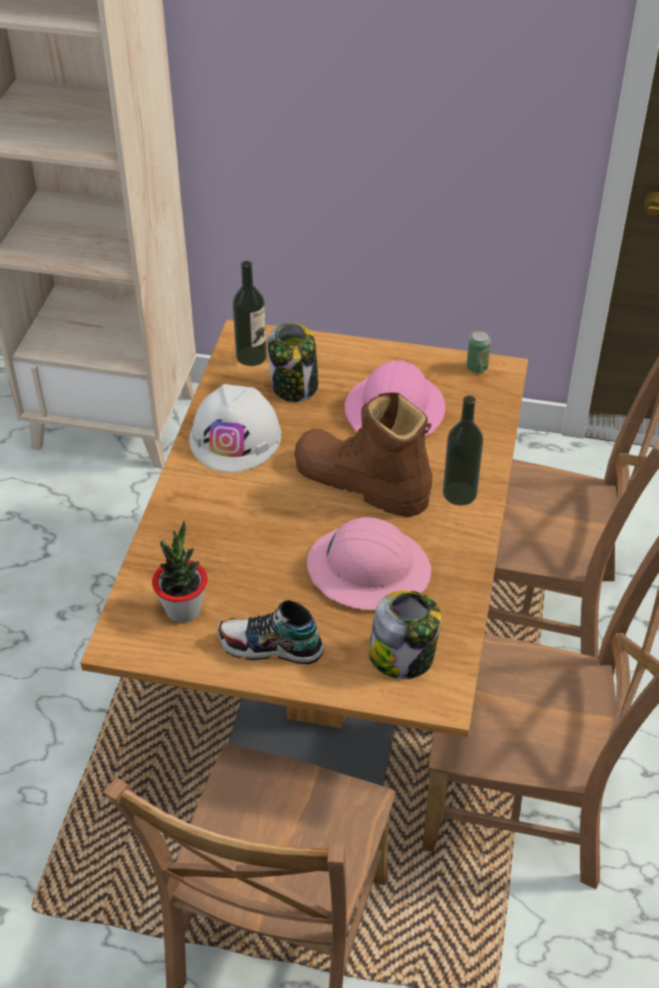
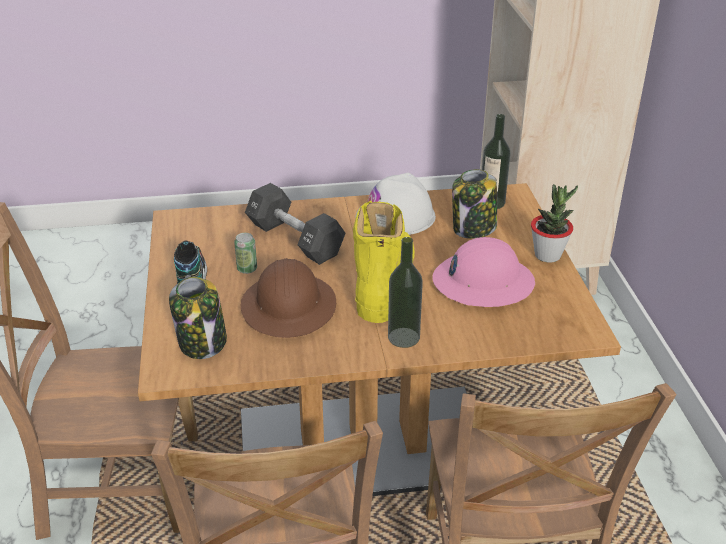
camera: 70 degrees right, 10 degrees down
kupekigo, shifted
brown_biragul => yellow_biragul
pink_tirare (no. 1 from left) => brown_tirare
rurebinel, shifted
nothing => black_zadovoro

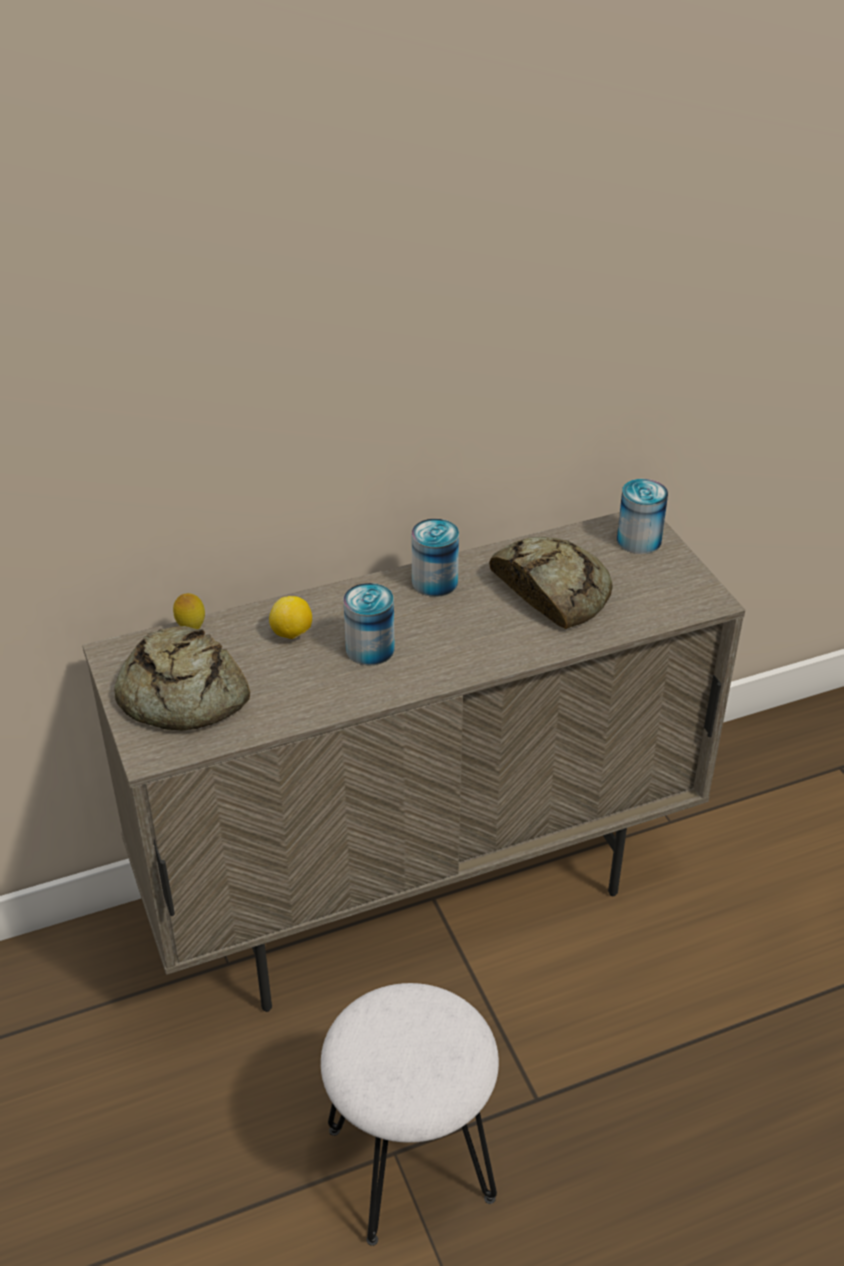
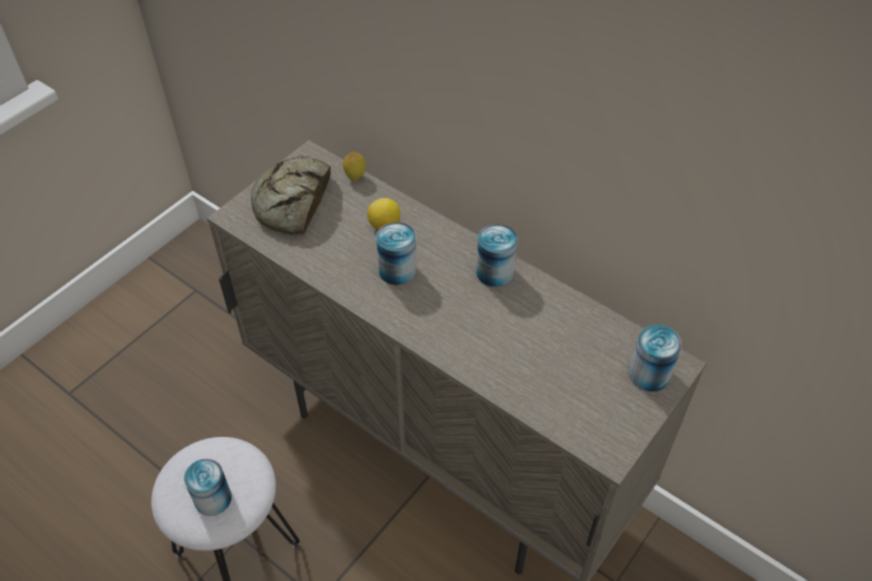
camera: 60 degrees right, 10 degrees up
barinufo (no. 2 from left) => nothing
nothing => rurebinel (no. 1 from left)

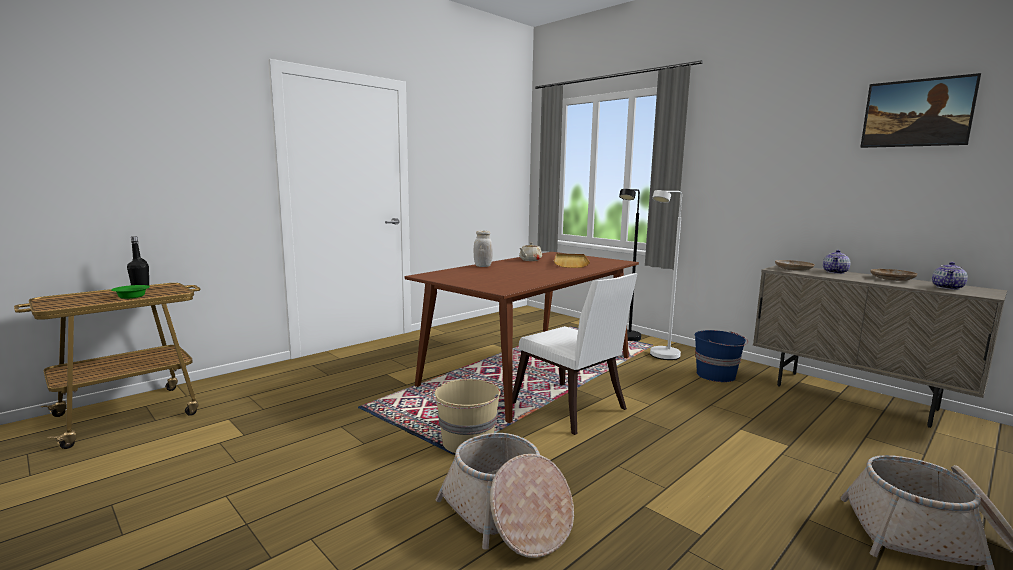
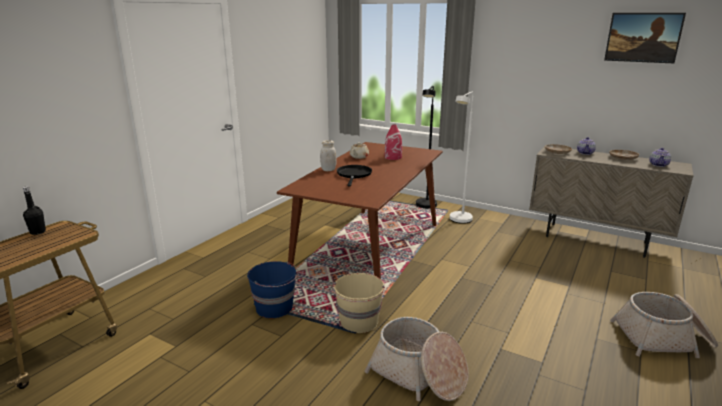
camera: 15 degrees left, 10 degrees up
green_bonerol => nothing
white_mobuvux => nothing
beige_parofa => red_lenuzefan
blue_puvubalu, shifted
nothing => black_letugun

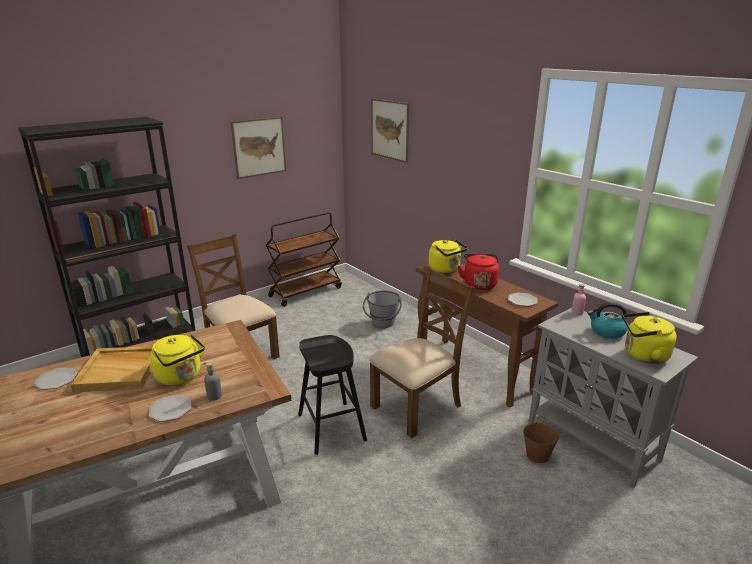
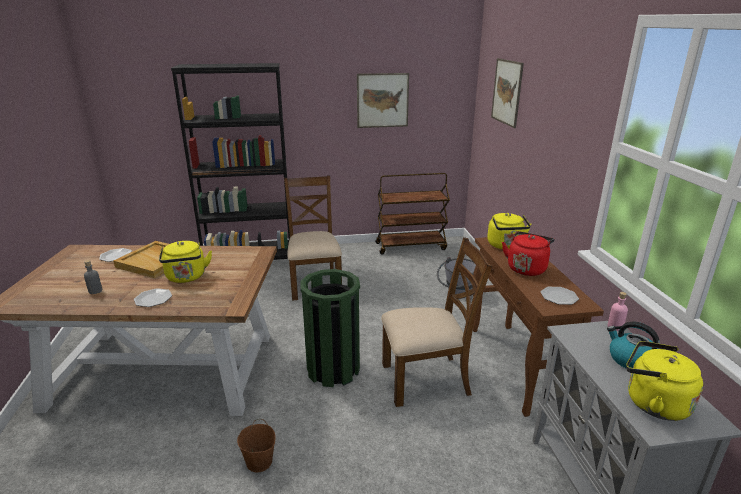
camera: 30 degrees right, 0 degrees up
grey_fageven, shifted
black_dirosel => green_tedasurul
brown_puvubalu, shifted

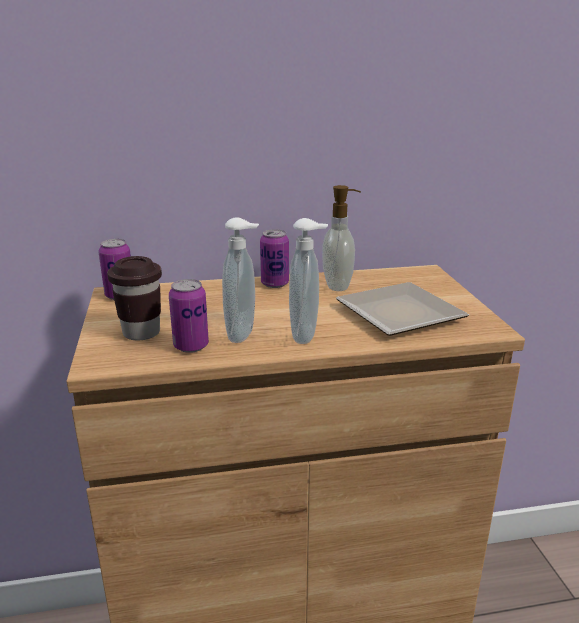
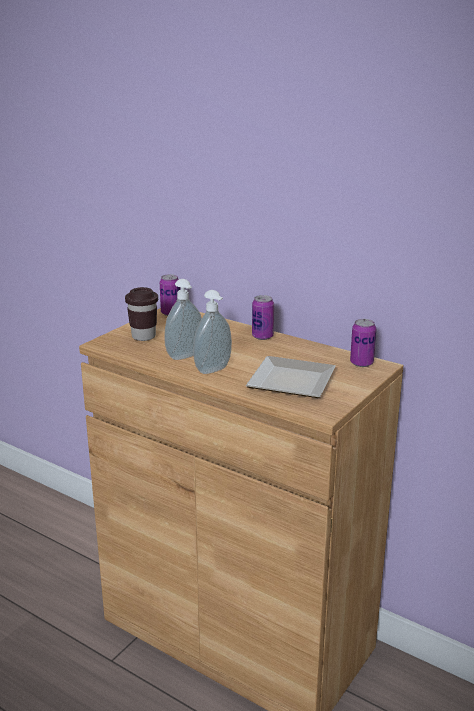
camera: 45 degrees right, 0 degrees up
rurebinel (no. 2 from left in the first image) => rurebinel (no. 3 from left), shifted
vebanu (no. 3 from left) => nothing

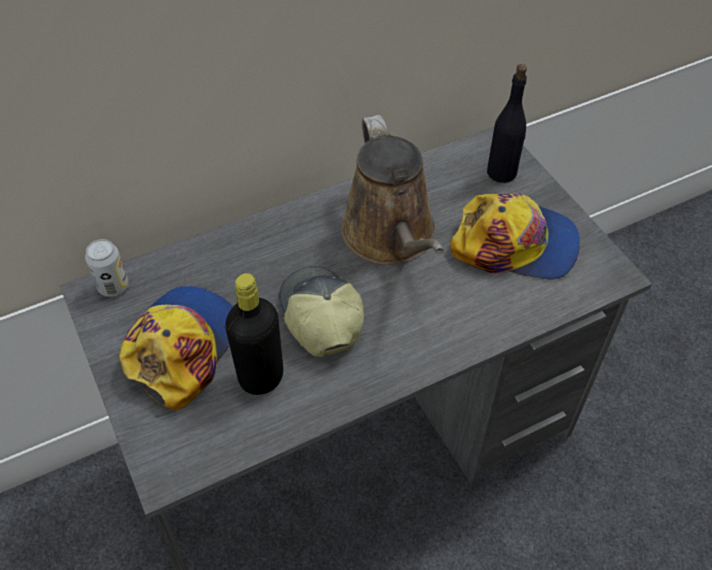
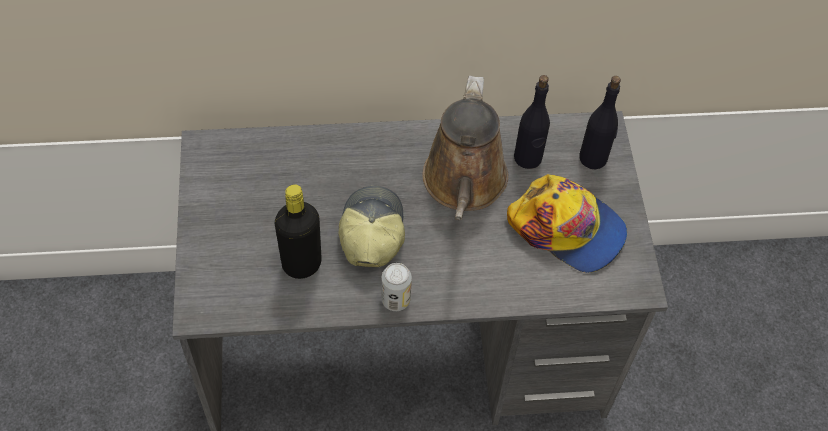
camera: 20 degrees right, 5 degrees up
rurebinel, shifted
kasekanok (no. 1 from left) => nothing
nothing => black_fageven (no. 2 from left)

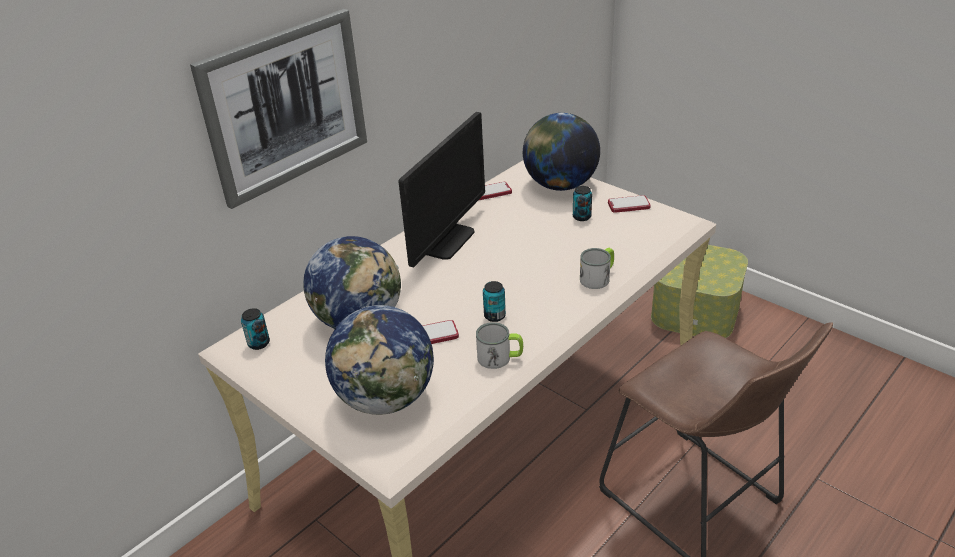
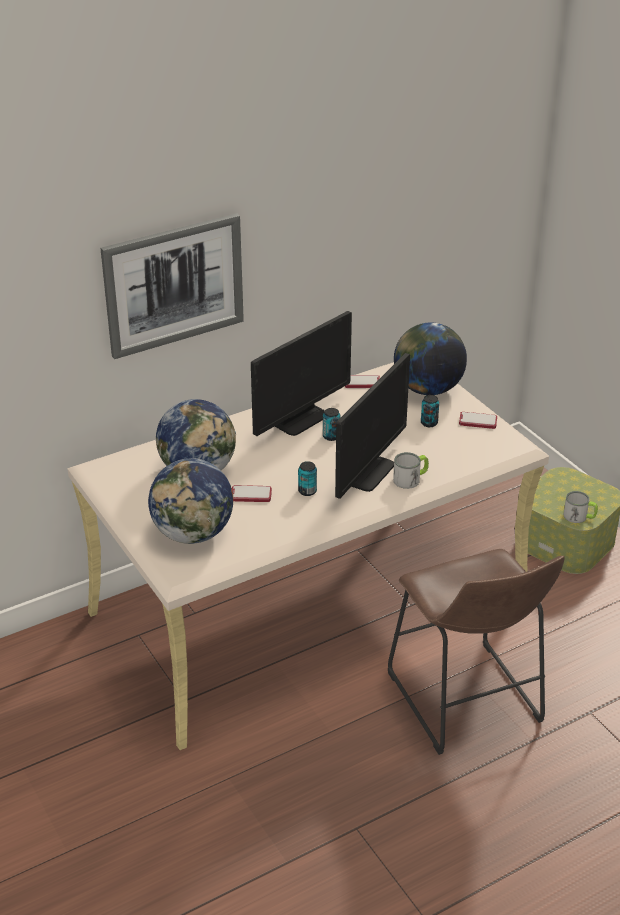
camera: 15 degrees right, 0 degrees up
rurebinel (no. 1 from left in the first image) => rurebinel (no. 2 from left), shifted
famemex (no. 1 from left in the first image) => famemex (no. 2 from left), shifted
nothing => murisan (no. 2 from left)

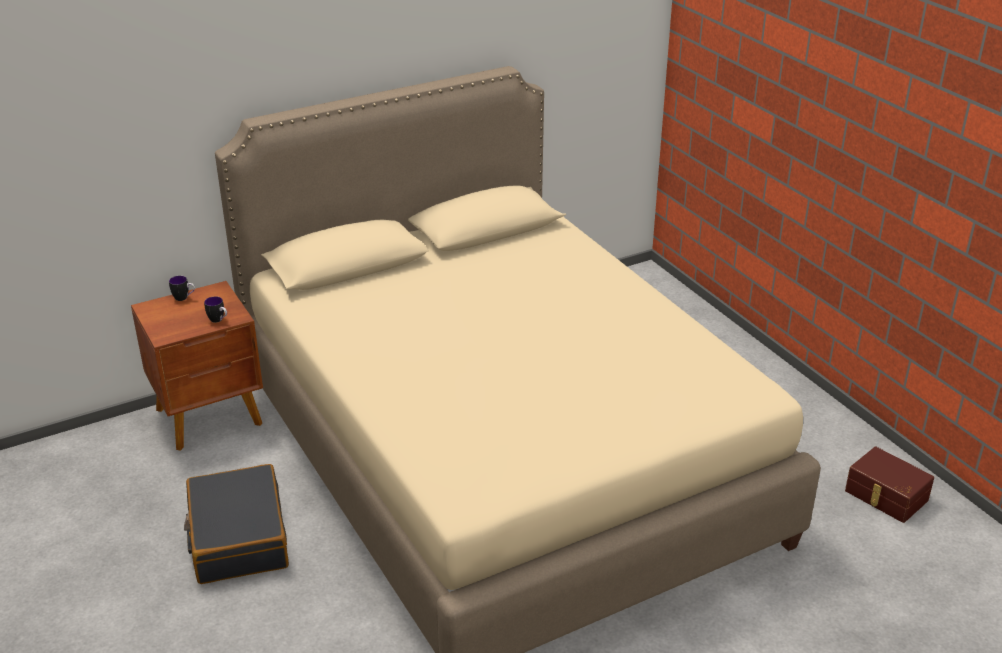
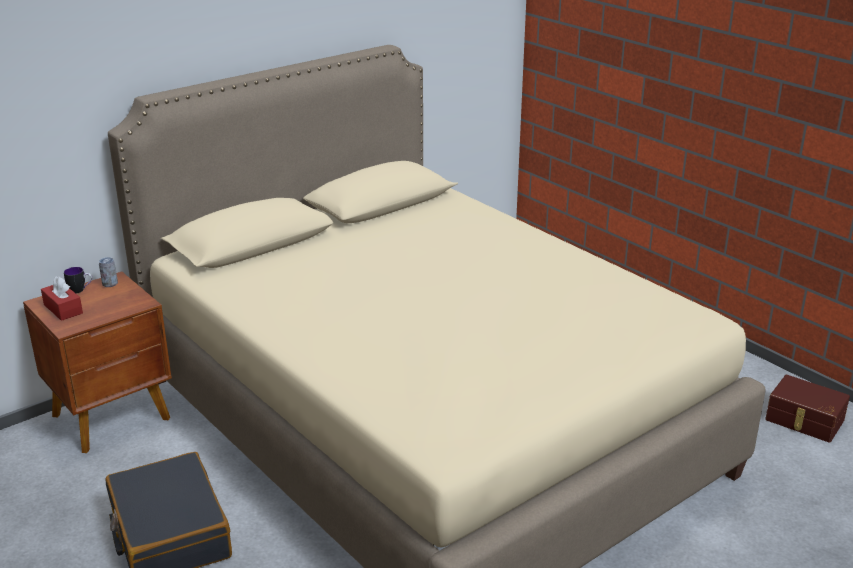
camera: 10 degrees left, 5 degrees down
famemex (no. 2 from left) => nothing
nothing => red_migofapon
nothing => rurebinel

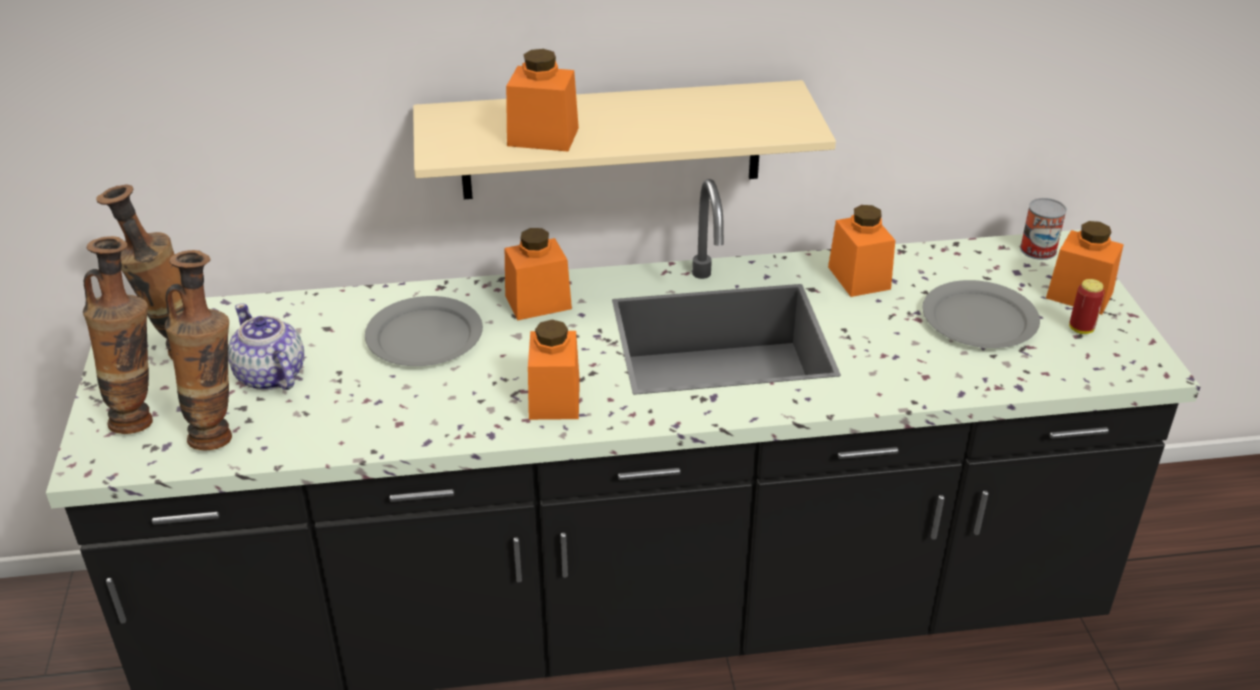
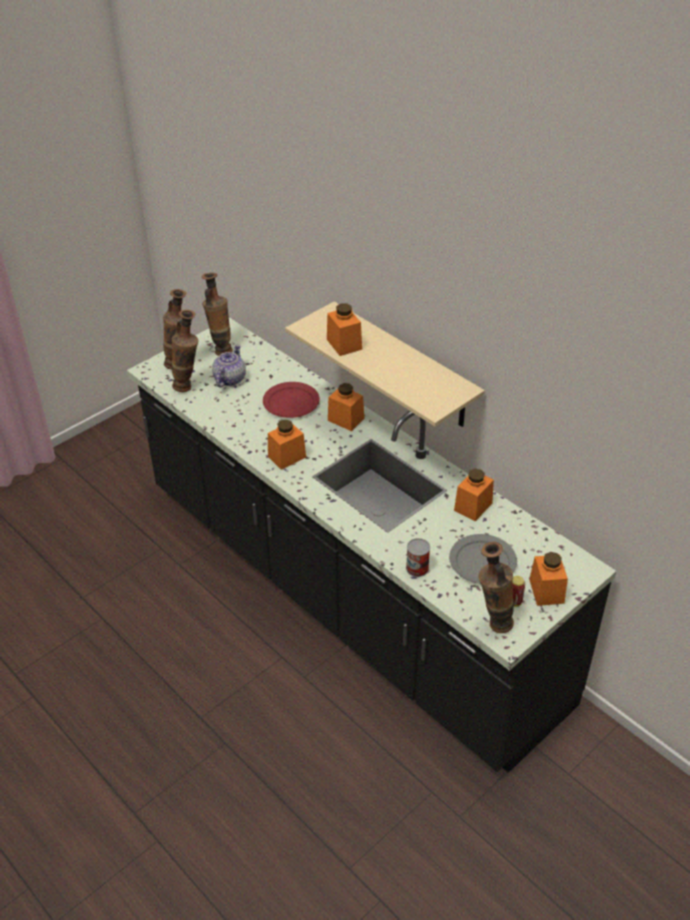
camera: 55 degrees right, 5 degrees up
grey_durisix (no. 1 from left) => red_durisix
rurebinel (no. 1 from left), shifted
nothing => lenuzefan (no. 4 from left)

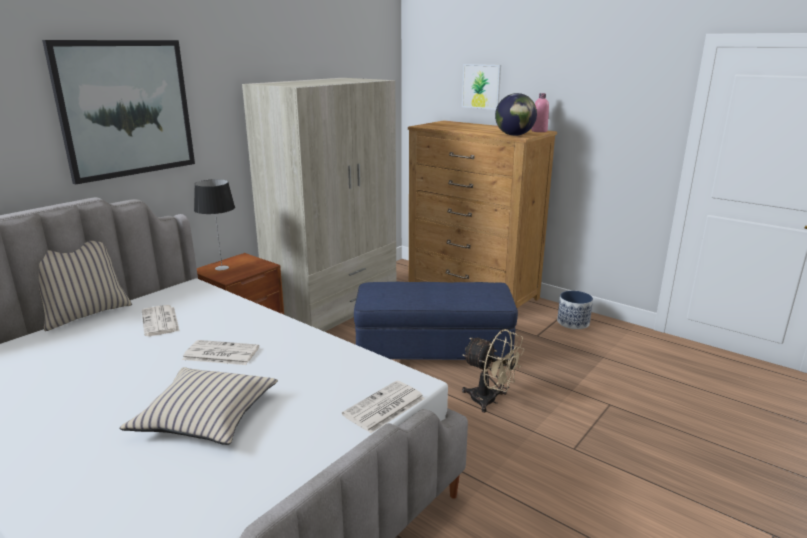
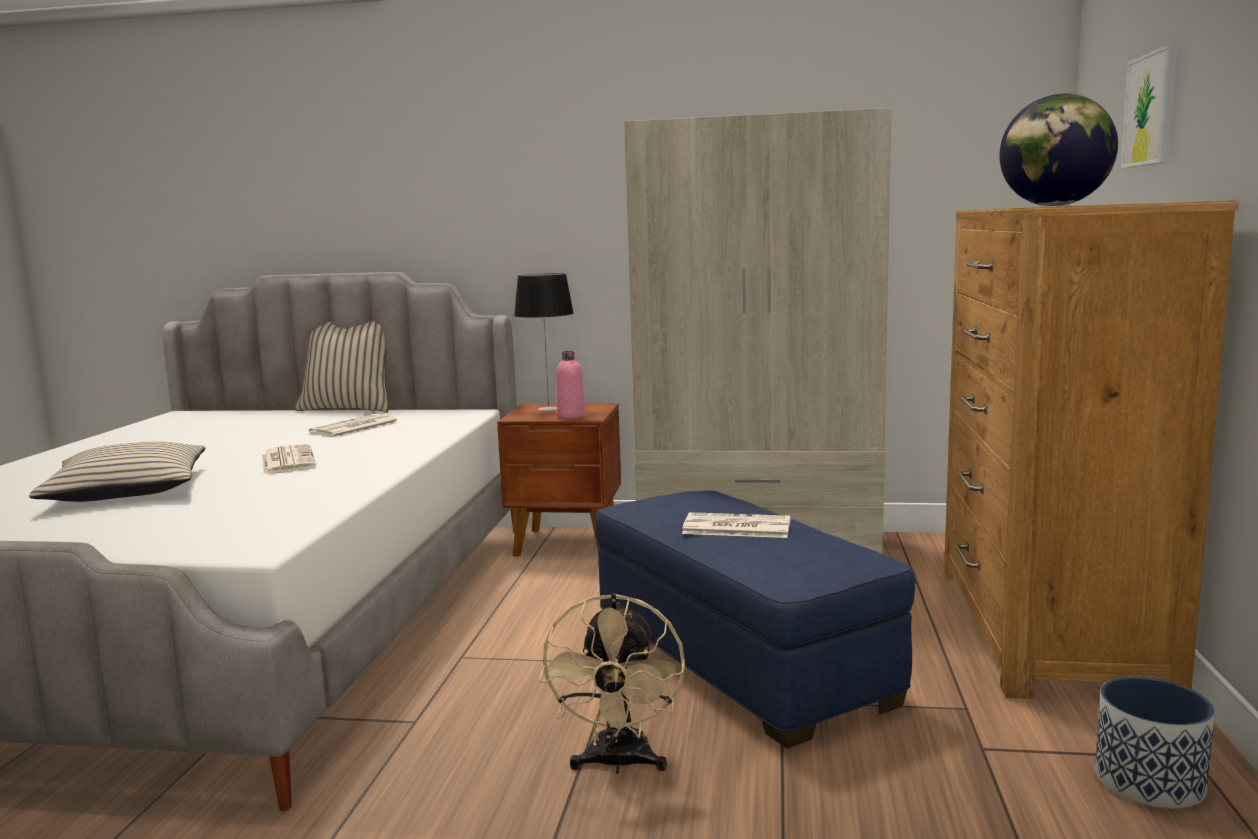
camera: 60 degrees right, 10 degrees down
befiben (no. 1 from left) => nothing
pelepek (no. 3 from left), shifted
pink_fageven, shifted

